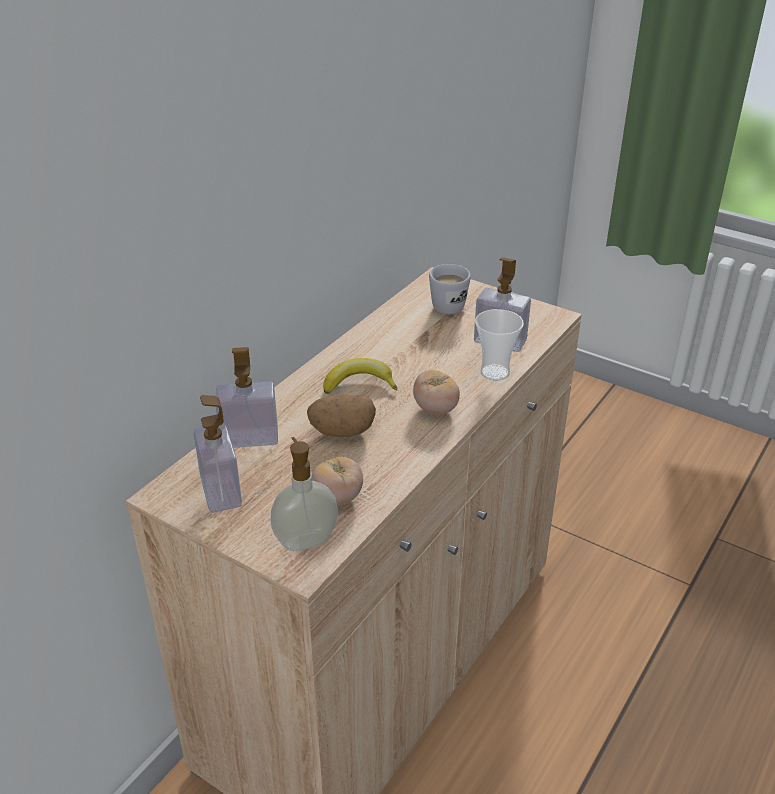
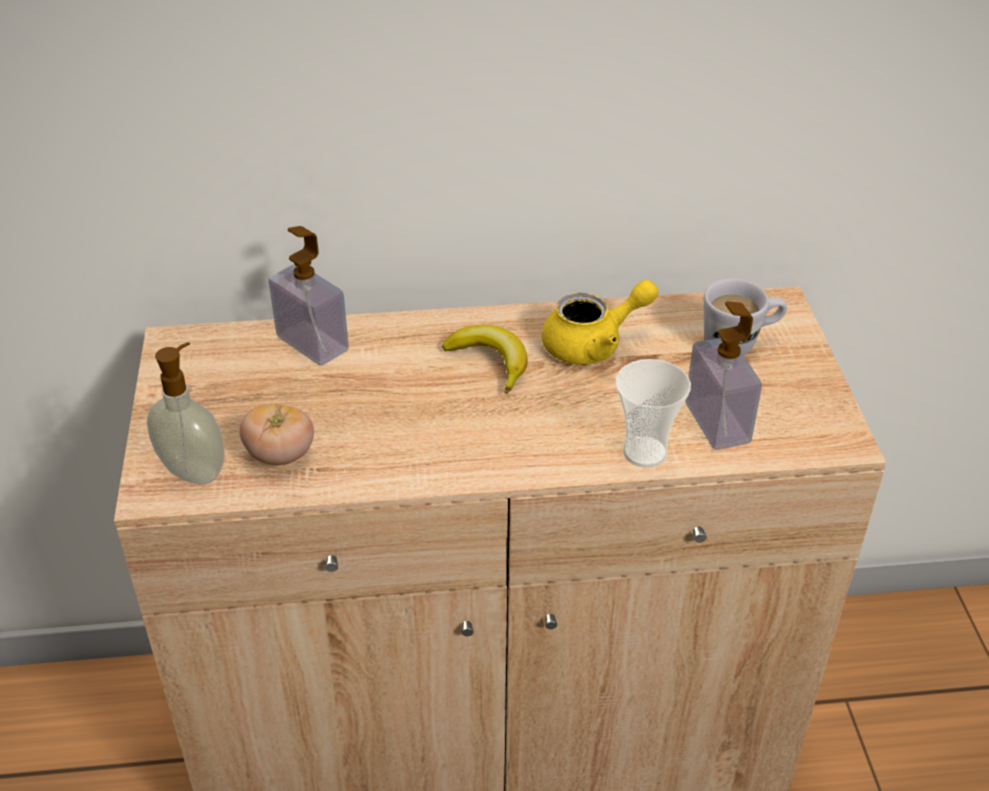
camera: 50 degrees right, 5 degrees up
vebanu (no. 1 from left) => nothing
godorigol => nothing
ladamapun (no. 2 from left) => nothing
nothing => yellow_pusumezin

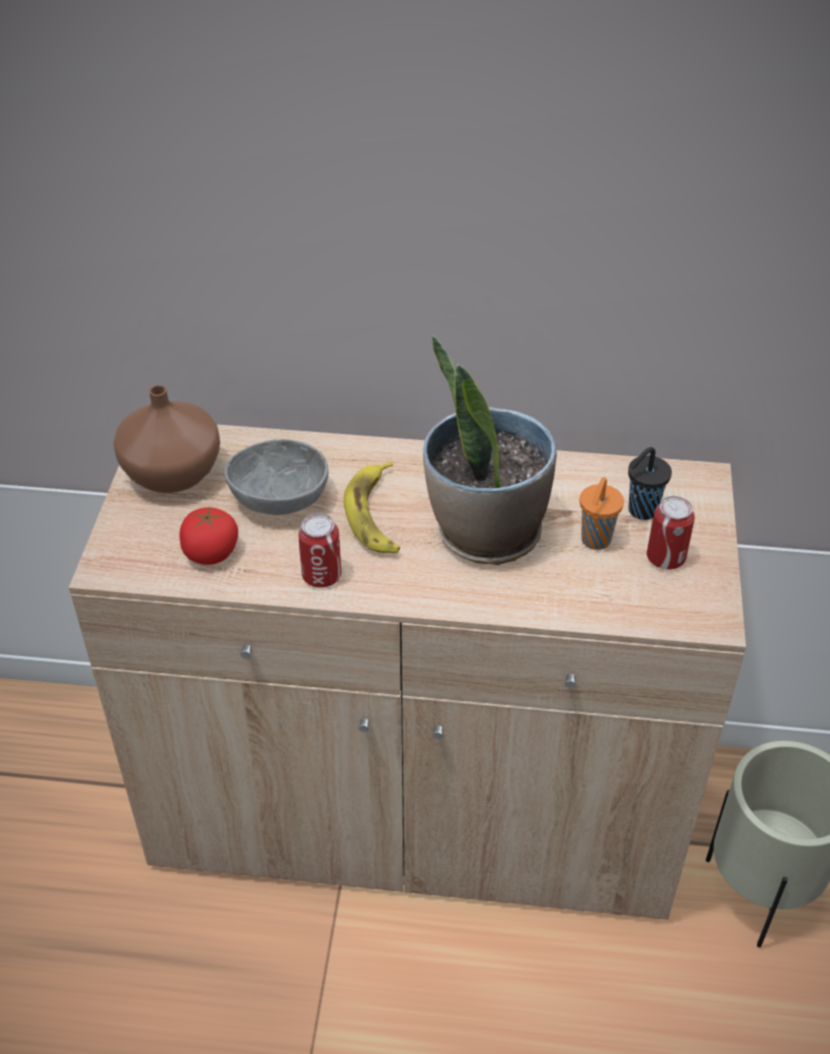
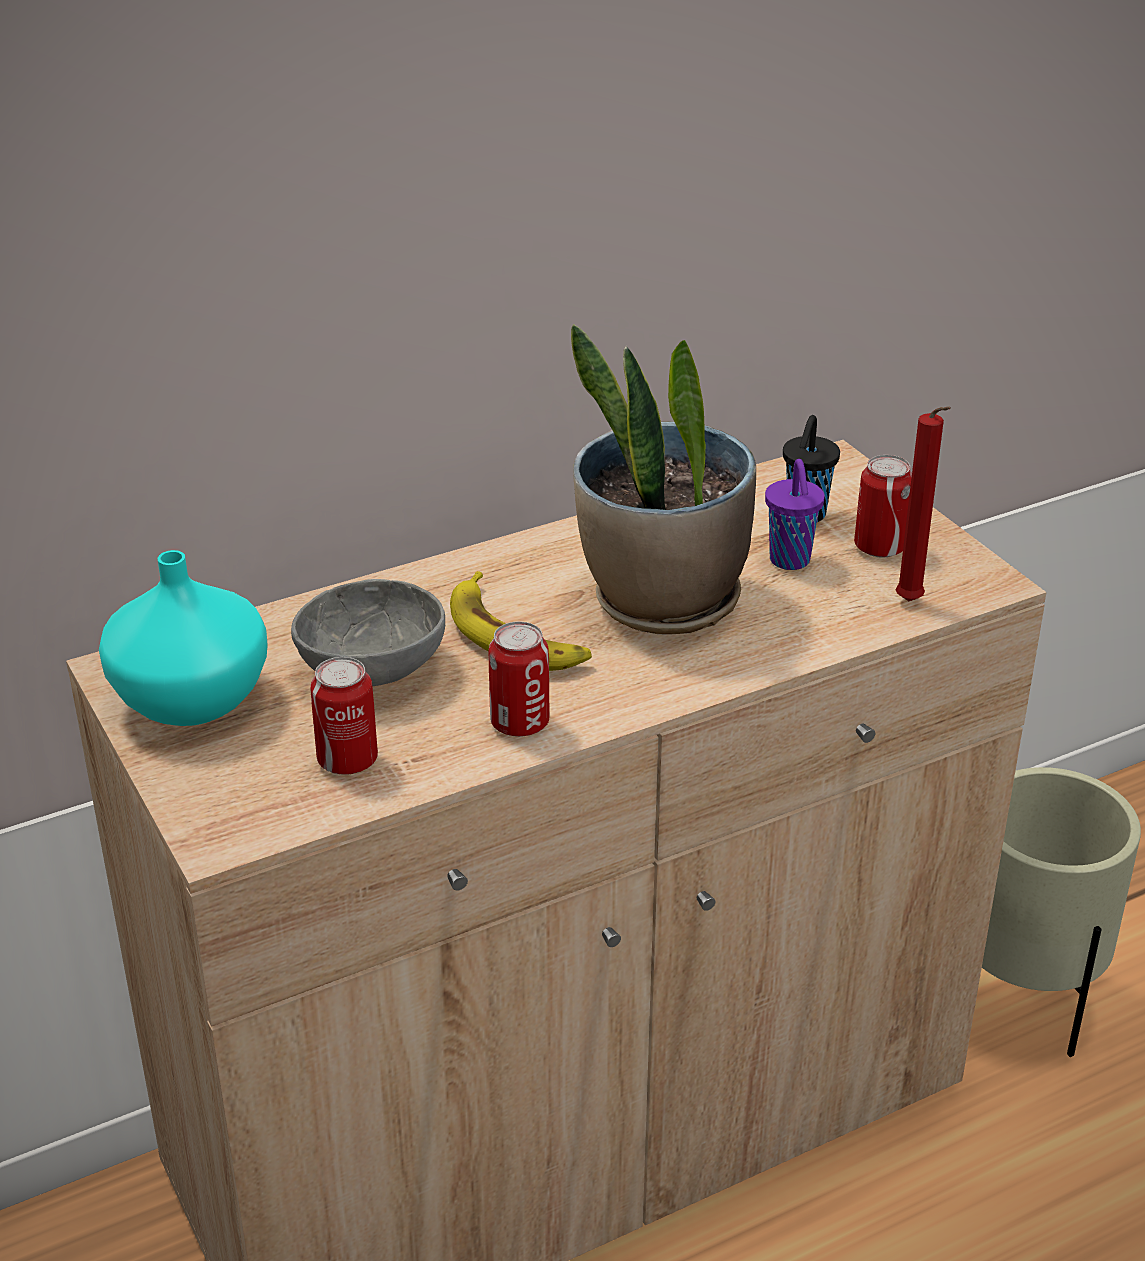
camera: 35 degrees left, 10 degrees down
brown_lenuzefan => turquoise_lenuzefan
ladamapun => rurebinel (no. 1 from left)
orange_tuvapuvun => purple_tuvapuvun
nothing => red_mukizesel

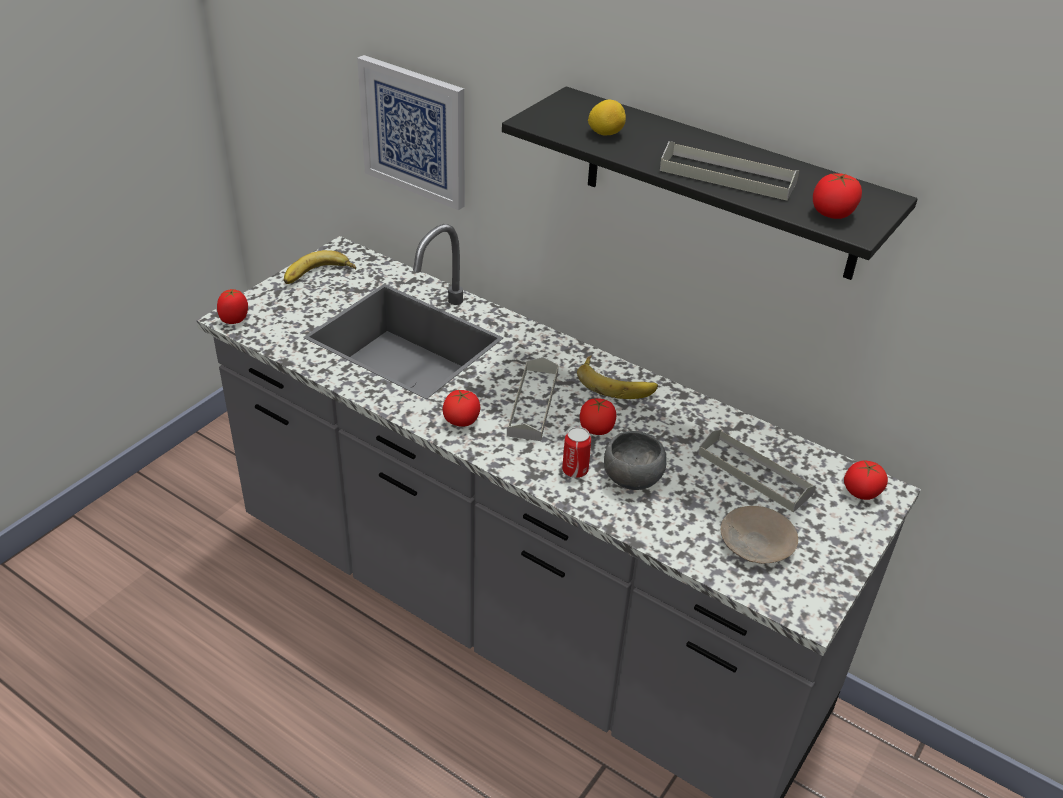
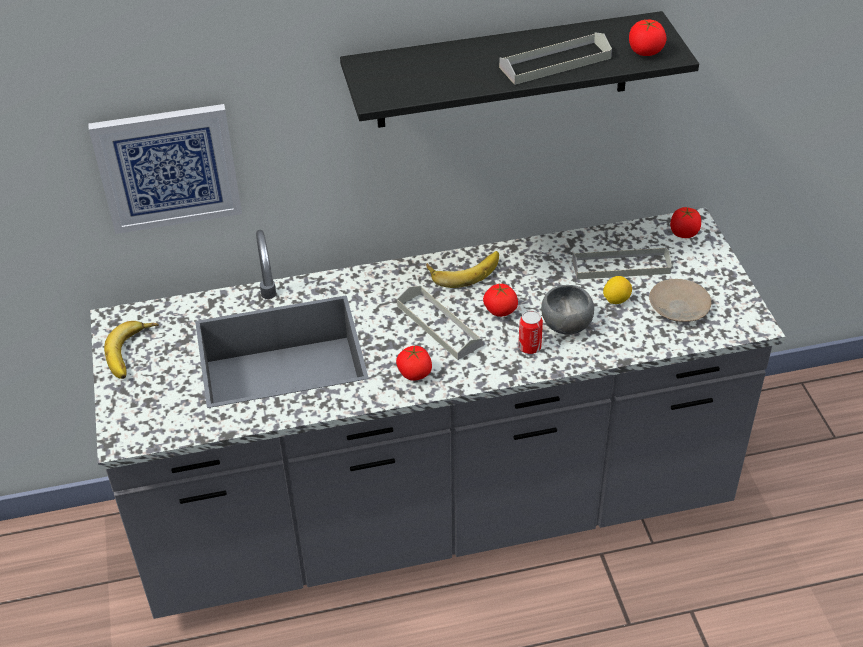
camera: 45 degrees left, 5 degrees up
ladamapun (no. 1 from left) => nothing
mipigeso, shifted

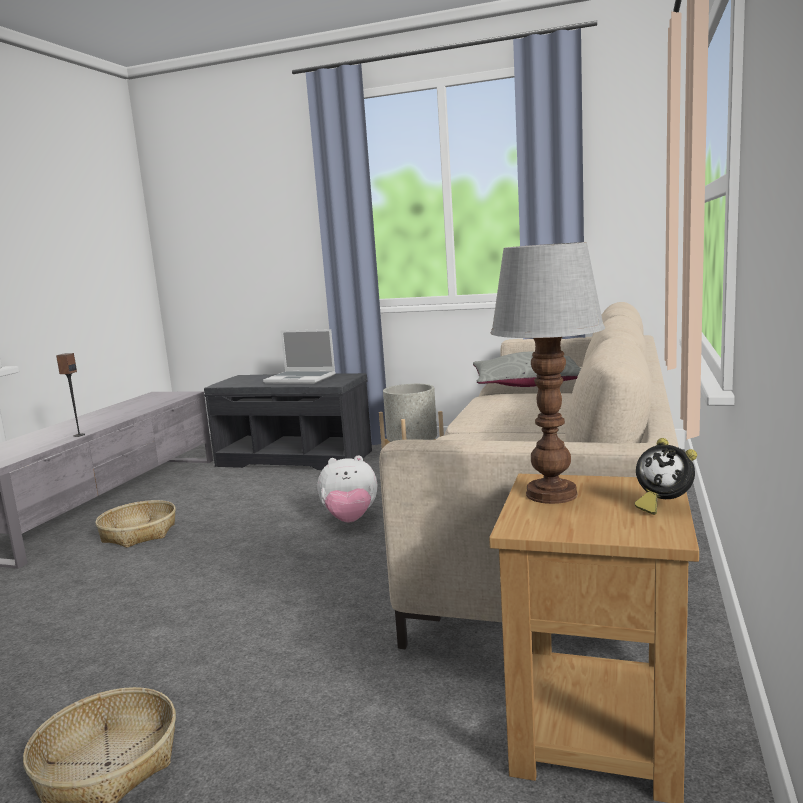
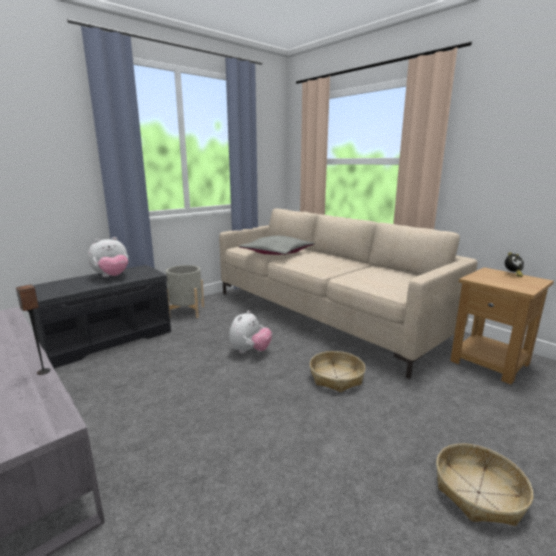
camera: 60 degrees left, 5 degrees up
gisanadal (no. 2 from left in the first image) => gisanadal (no. 1 from left), shifted
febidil => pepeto (no. 1 from left)
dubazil => nothing

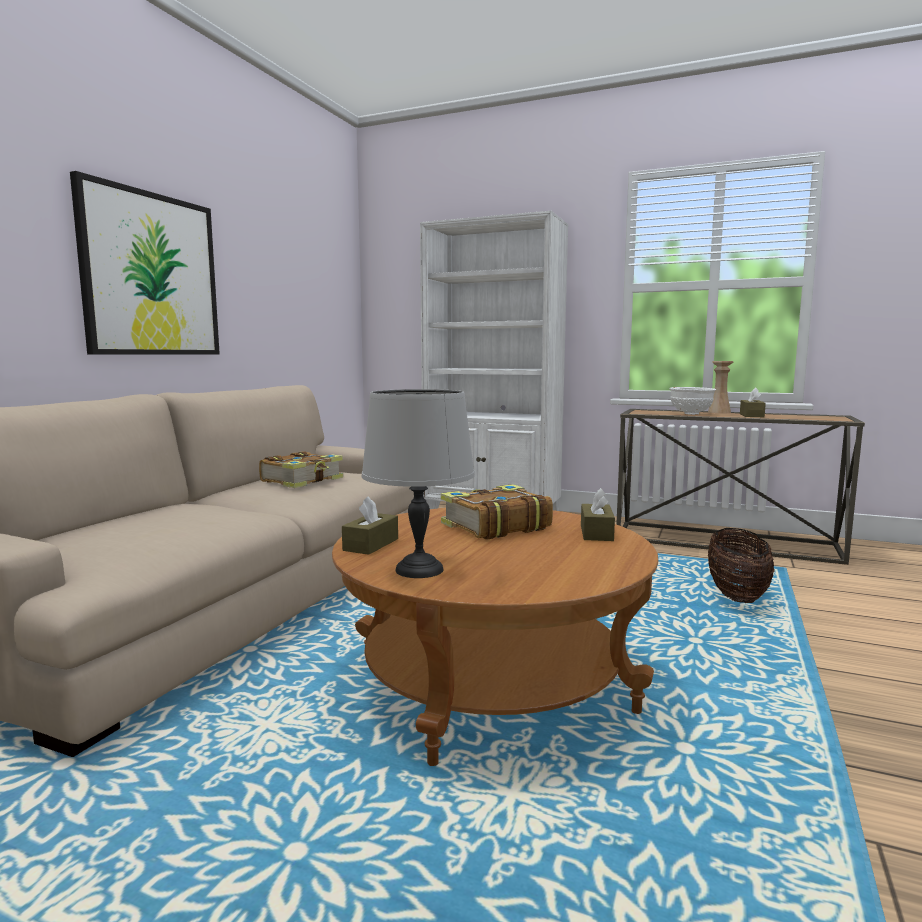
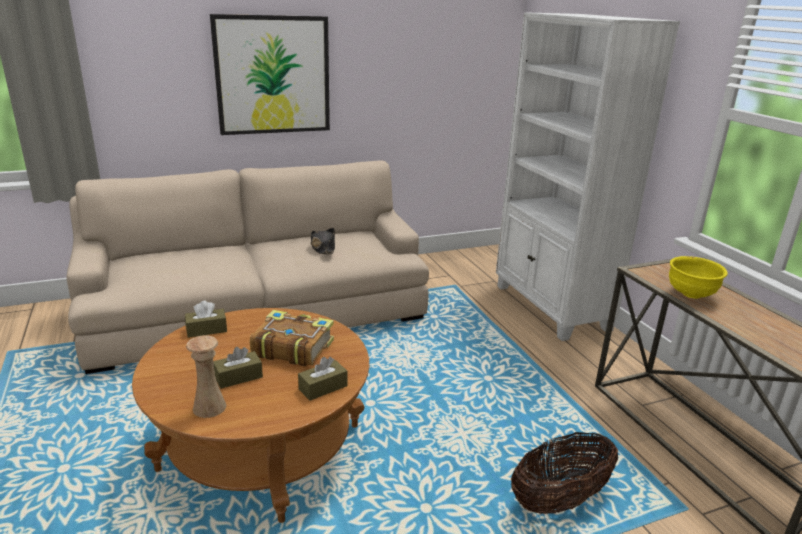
camera: 45 degrees right, 15 degrees up
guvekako (no. 1 from left) => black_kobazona
grey_dubazil => nothing
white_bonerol => yellow_bonerol
beige_lenuzefan, shifted
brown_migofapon (no. 3 from left in the first image) => brown_migofapon (no. 2 from left), shifted

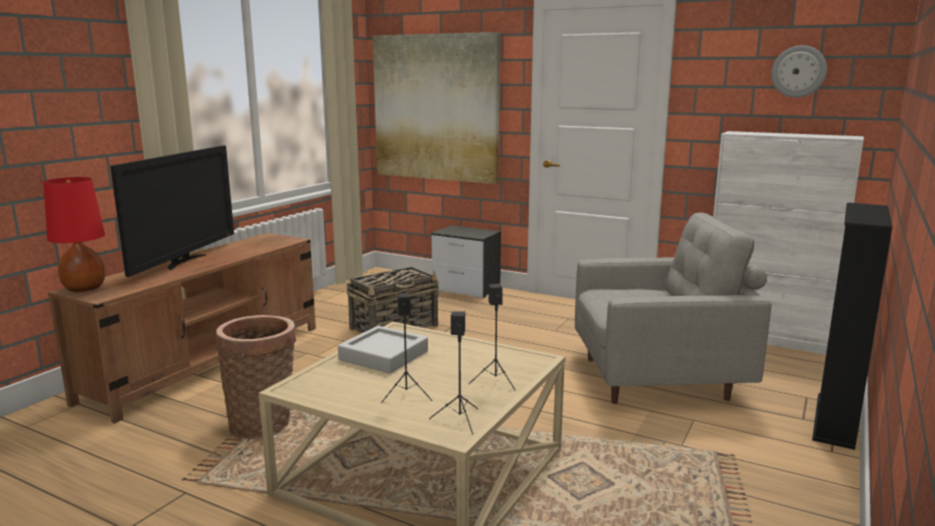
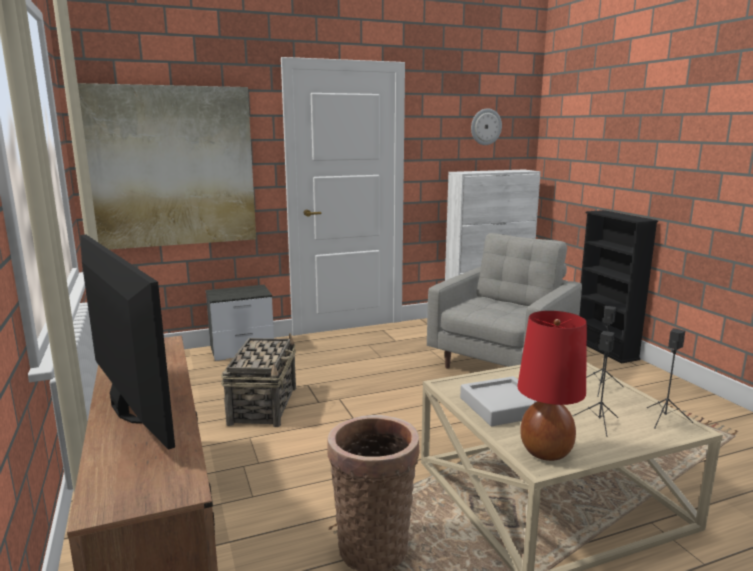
camera: 50 degrees left, 0 degrees up
red_dubazil, shifted

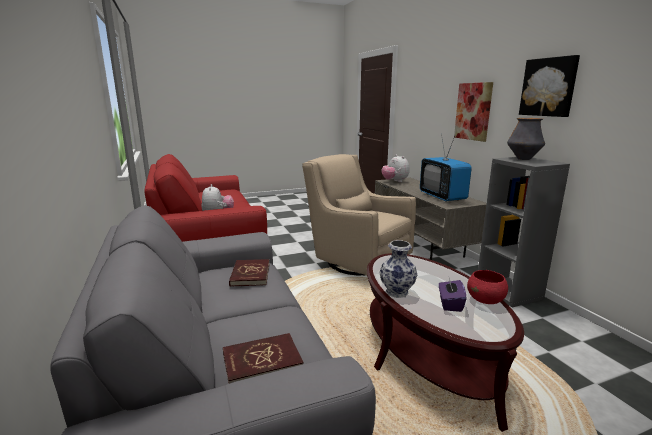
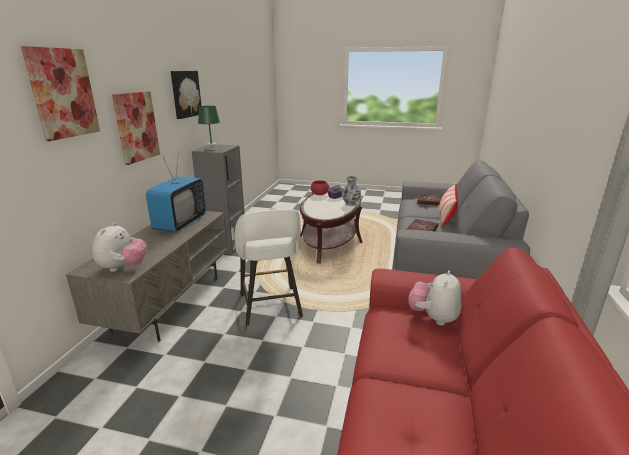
camera: 145 degrees left, 5 degrees up
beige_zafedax => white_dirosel
lenuzefan (no. 2 from left) => green_dubazil
nothing => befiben (no. 1 from left)
nothing => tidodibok

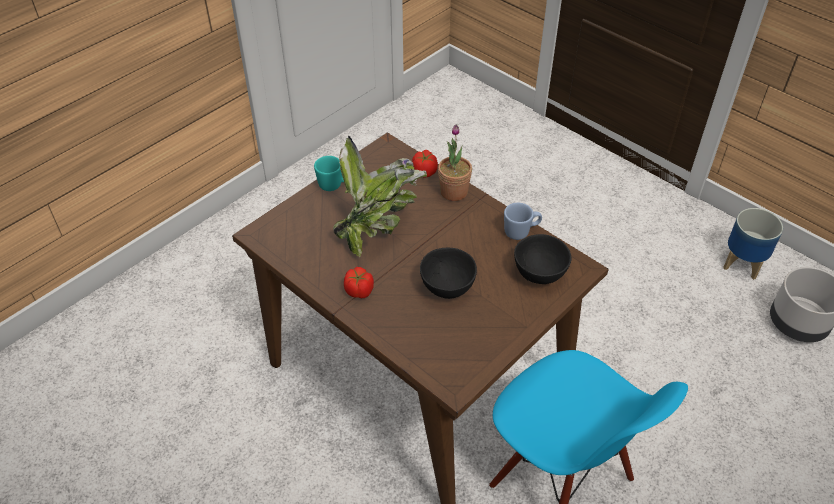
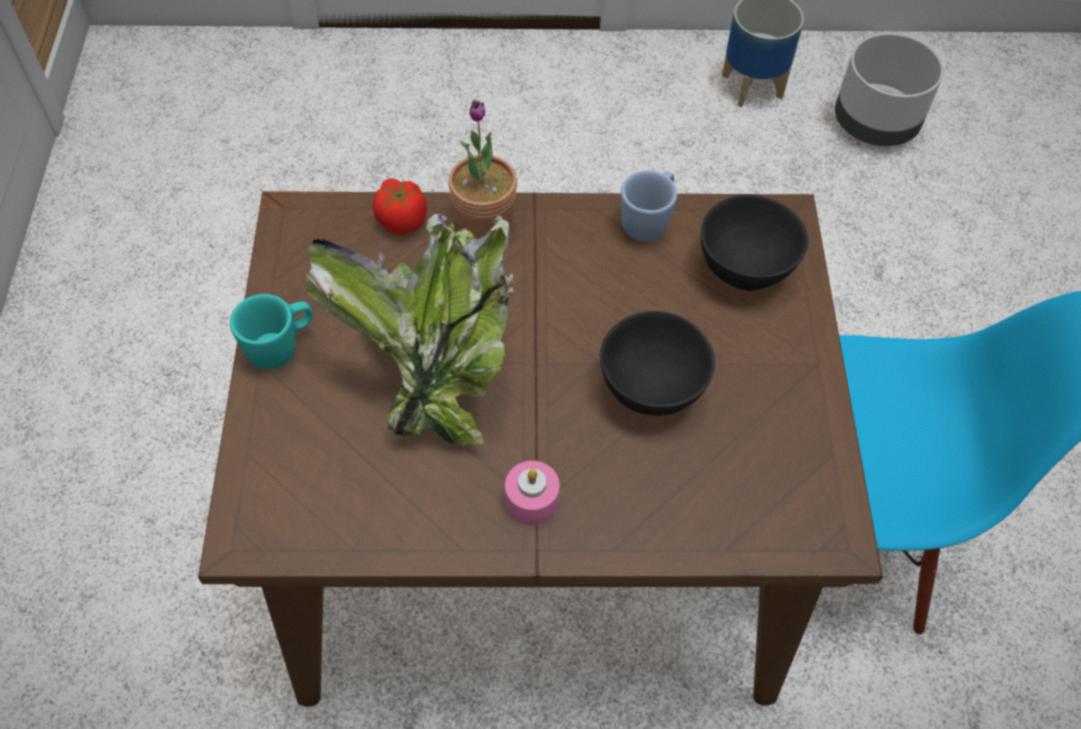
camera: 45 degrees left, 10 degrees up
ladamapun (no. 1 from left) => pink_mukizesel

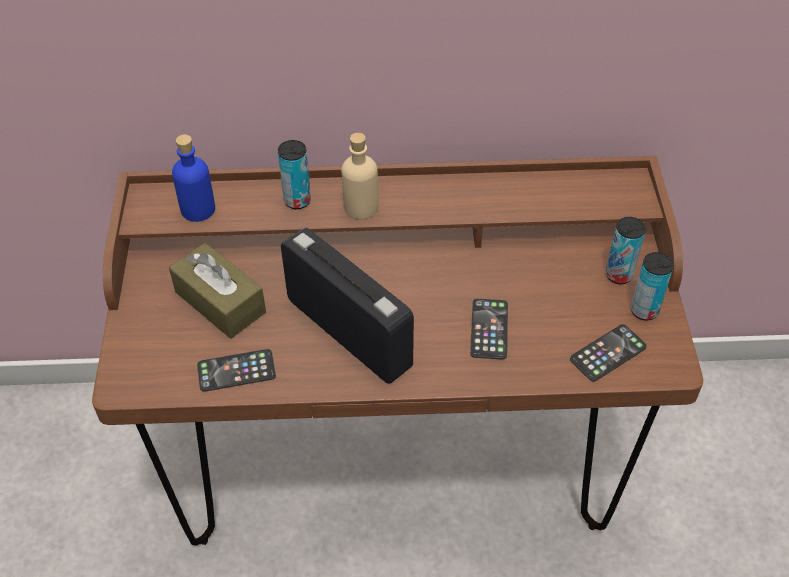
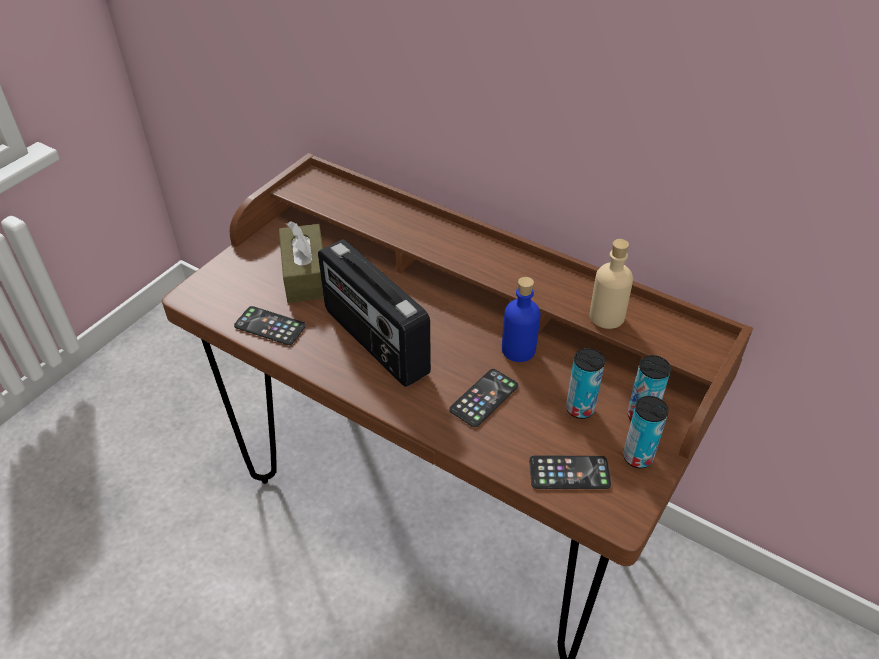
camera: 35 degrees right, 5 degrees down
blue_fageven, shifted
rurebinel (no. 1 from left), shifted
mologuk, 150 degrees clockwise
beige_fageven, shifted

